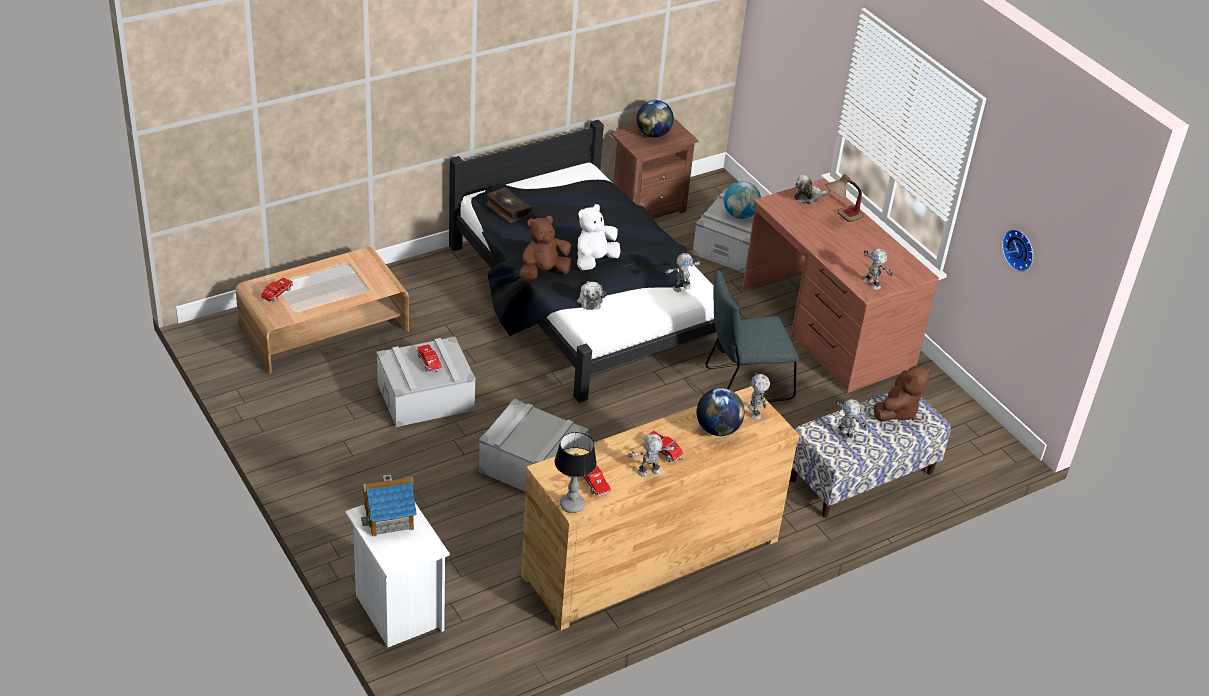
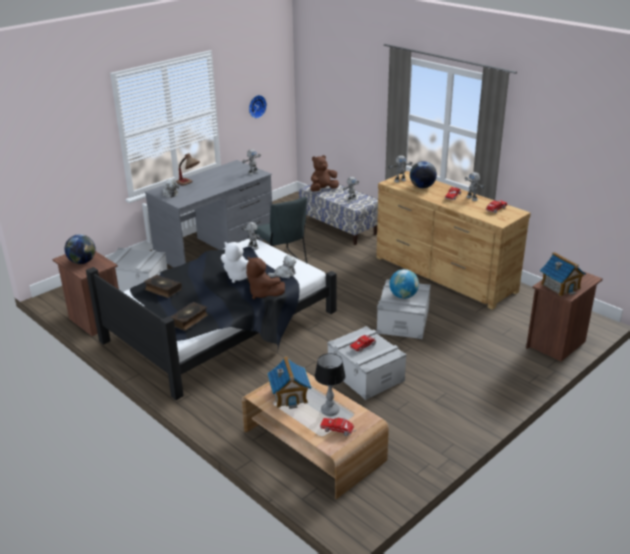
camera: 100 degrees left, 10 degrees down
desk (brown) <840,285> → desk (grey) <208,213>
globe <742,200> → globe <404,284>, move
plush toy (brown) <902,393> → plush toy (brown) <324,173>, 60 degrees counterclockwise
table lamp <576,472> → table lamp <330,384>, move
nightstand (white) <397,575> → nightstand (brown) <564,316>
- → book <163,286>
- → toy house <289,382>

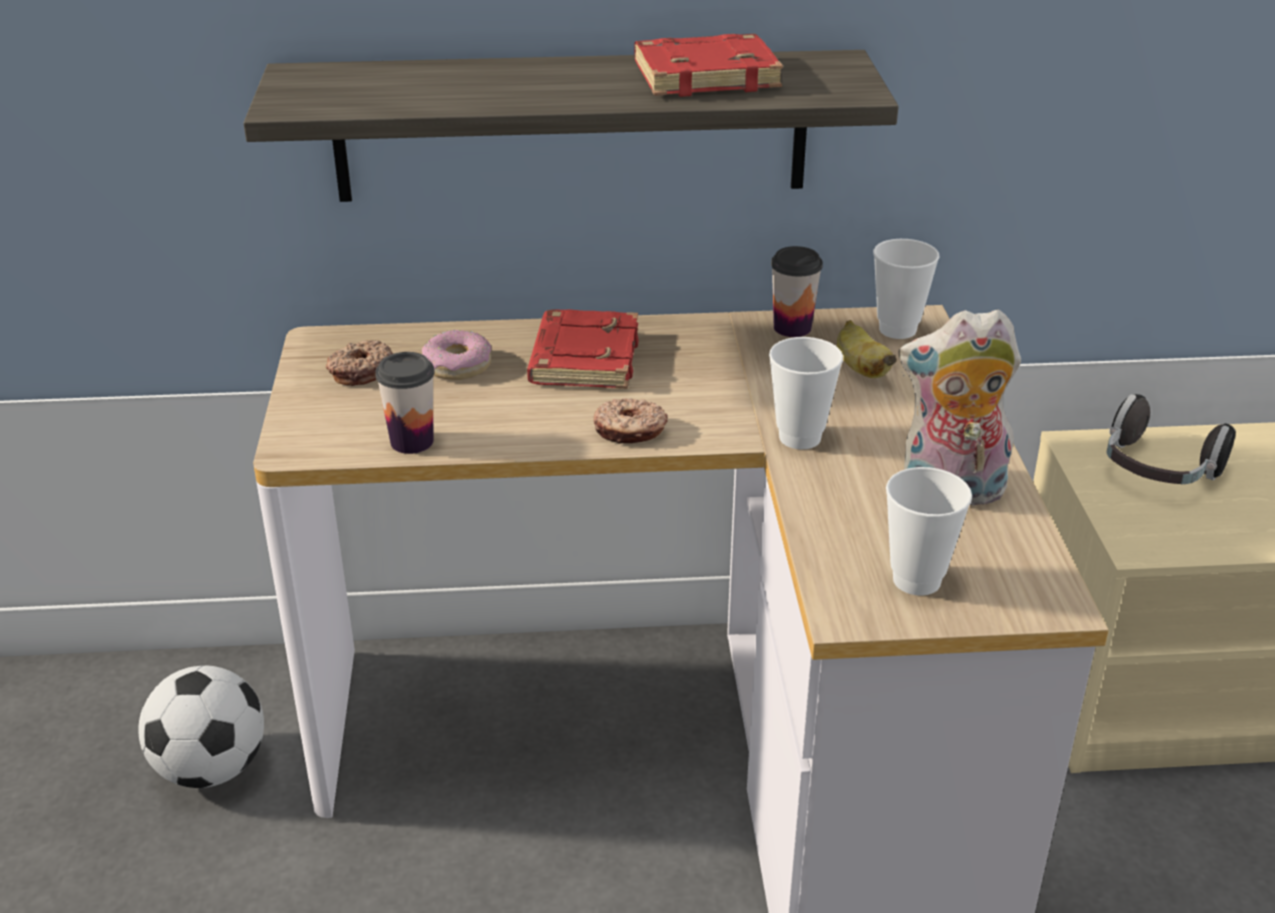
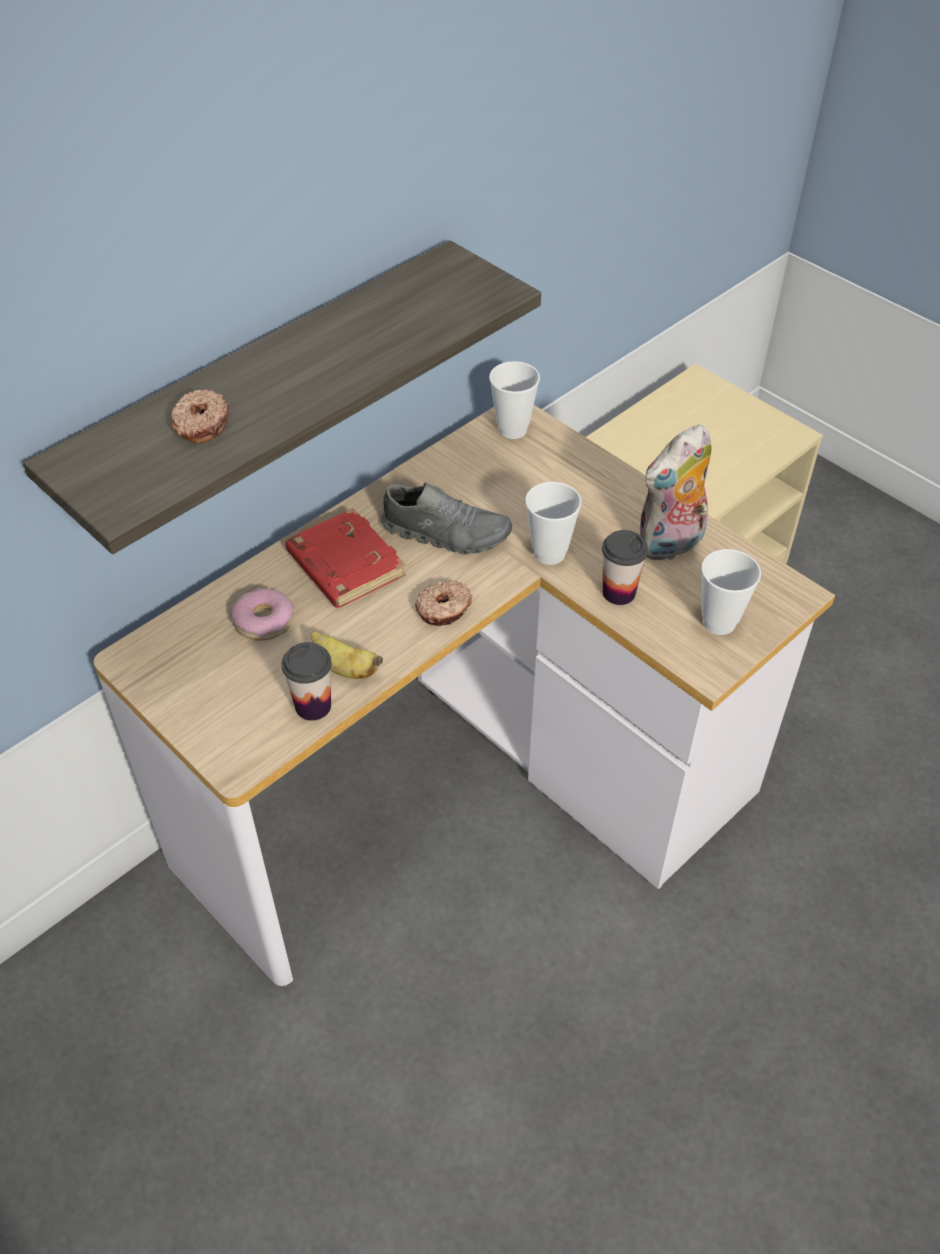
camera: 40 degrees left, 15 degrees up
book (red) <709,65> → -
cup <797,291> → cup <625,567>, move
banana <867,349> → banana <347,655>, move
donut <359,363> → donut <200,416>, move
headphones <1171,439> → -
football <201,727> → -
- → shoe (grey) <446,519>

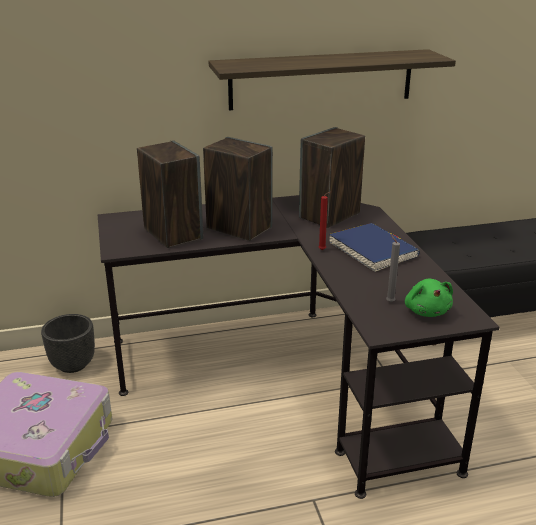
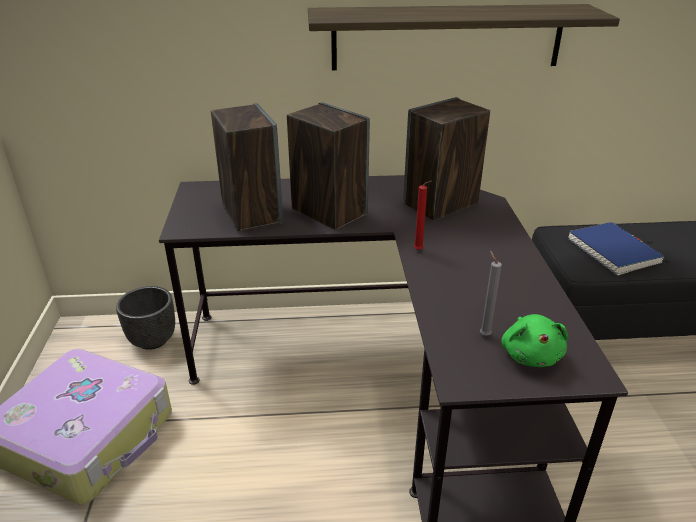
camera: 10 degrees right, 5 degrees up
book (blue) <374,247> → book (blue) <616,249>, move

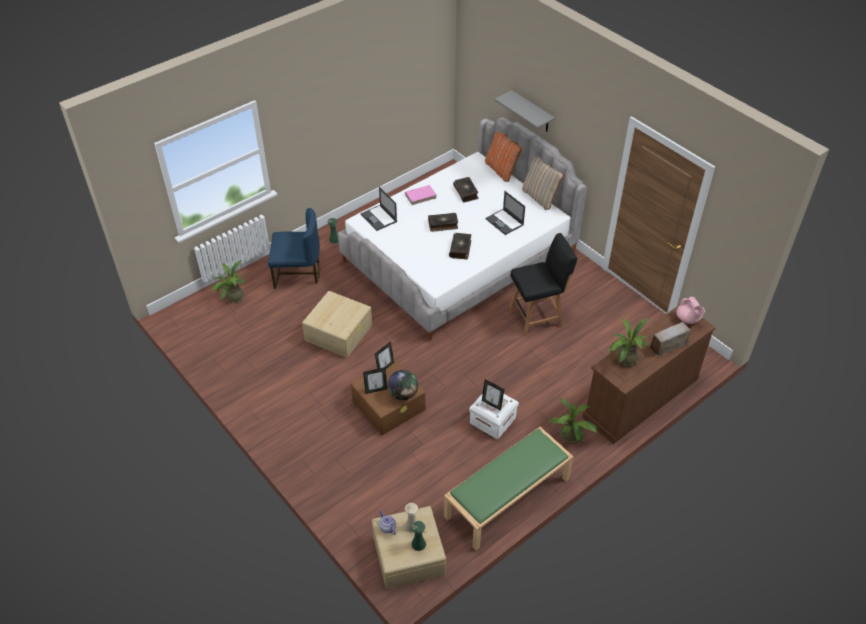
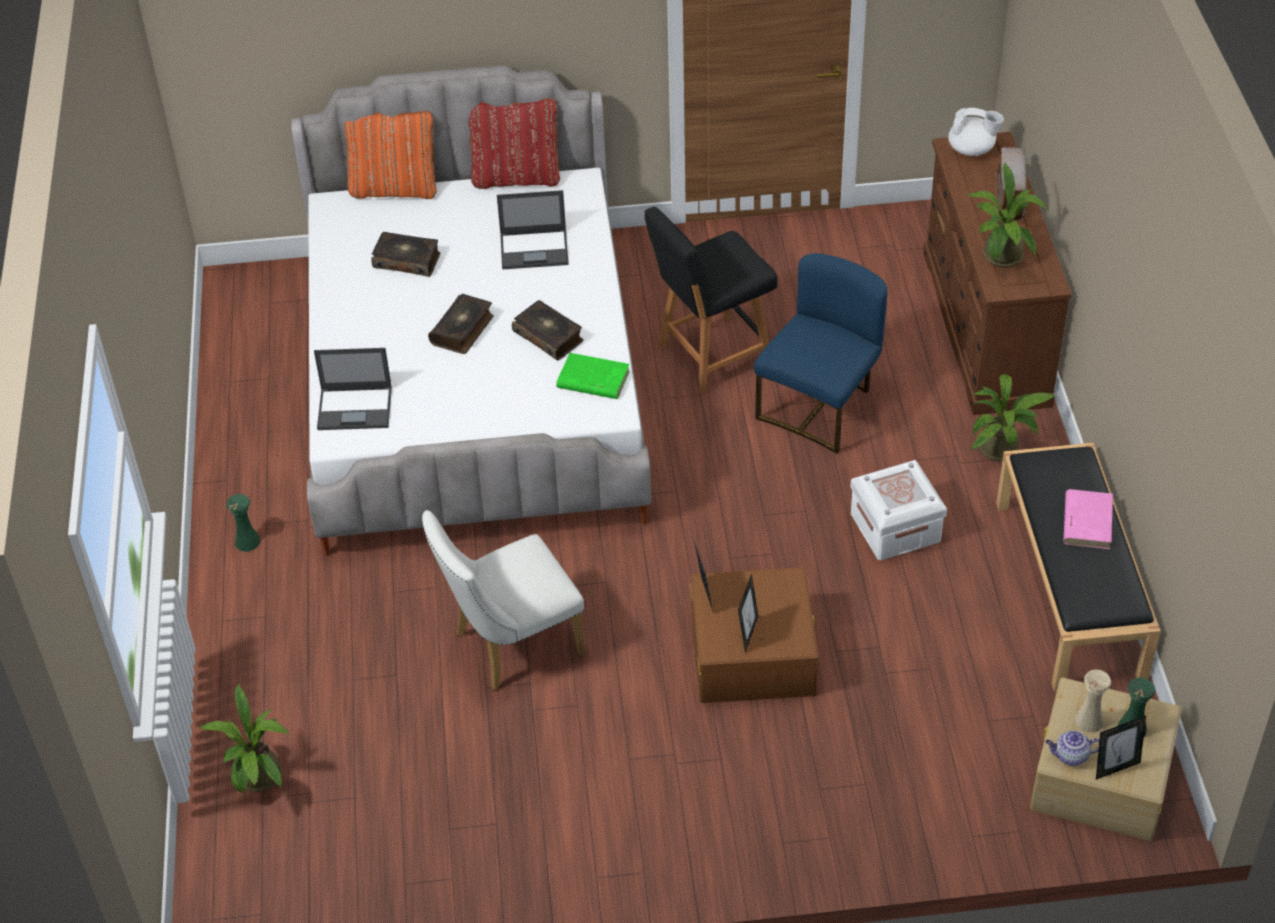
camera: 55 degrees left, 0 degrees up
shelf (grey) <524,111> → -
pillow (beige) <543,183> → pillow (red) <514,143>
book (pink) <420,195> → book (pink) <1088,519>, move
chair (blue) <294,248> → chair (blue) <821,353>, move
chair (black) <543,284> → chair (black) <711,301>, 135 degrees counterclockwise
storage box (beige) <337,324> → chair (white) <503,600>
teapot (pink) <690,310> → teapot (white) <976,132>
globe <403,385> → -
picture frame <493,395> → picture frame <1121,748>, move
bench (green) <509,488> → bench (black) <1079,567>
- → book (green) <593,376>

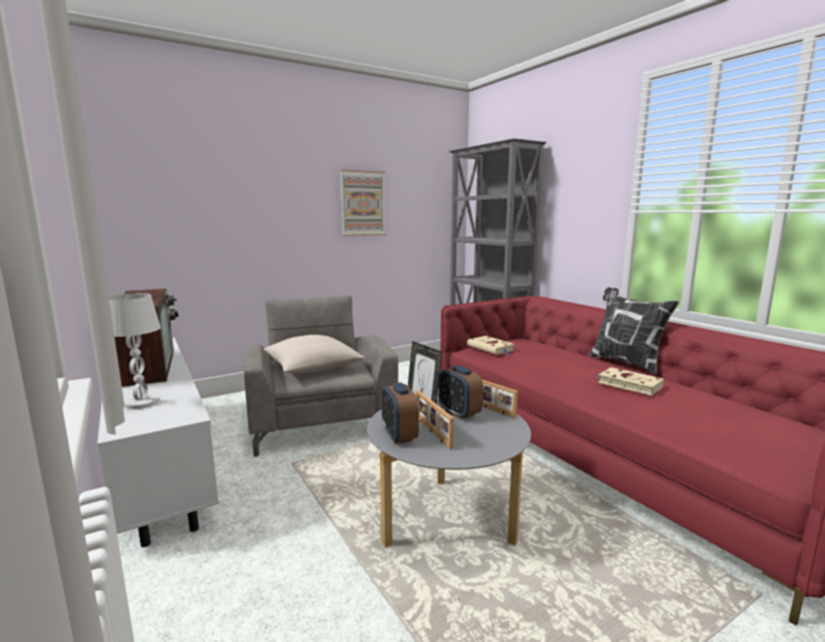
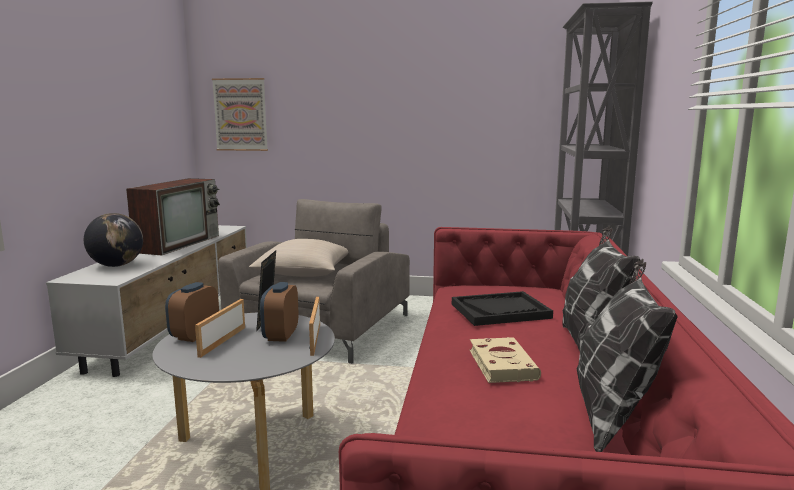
camera: 40 degrees right, 0 degrees up
picture <363,203> → picture <240,114>, move
table lamp (white) <135,351> → globe <113,240>
book (beige) <490,346> → -
- → pillow <627,355>
- → tray (black) <502,308>

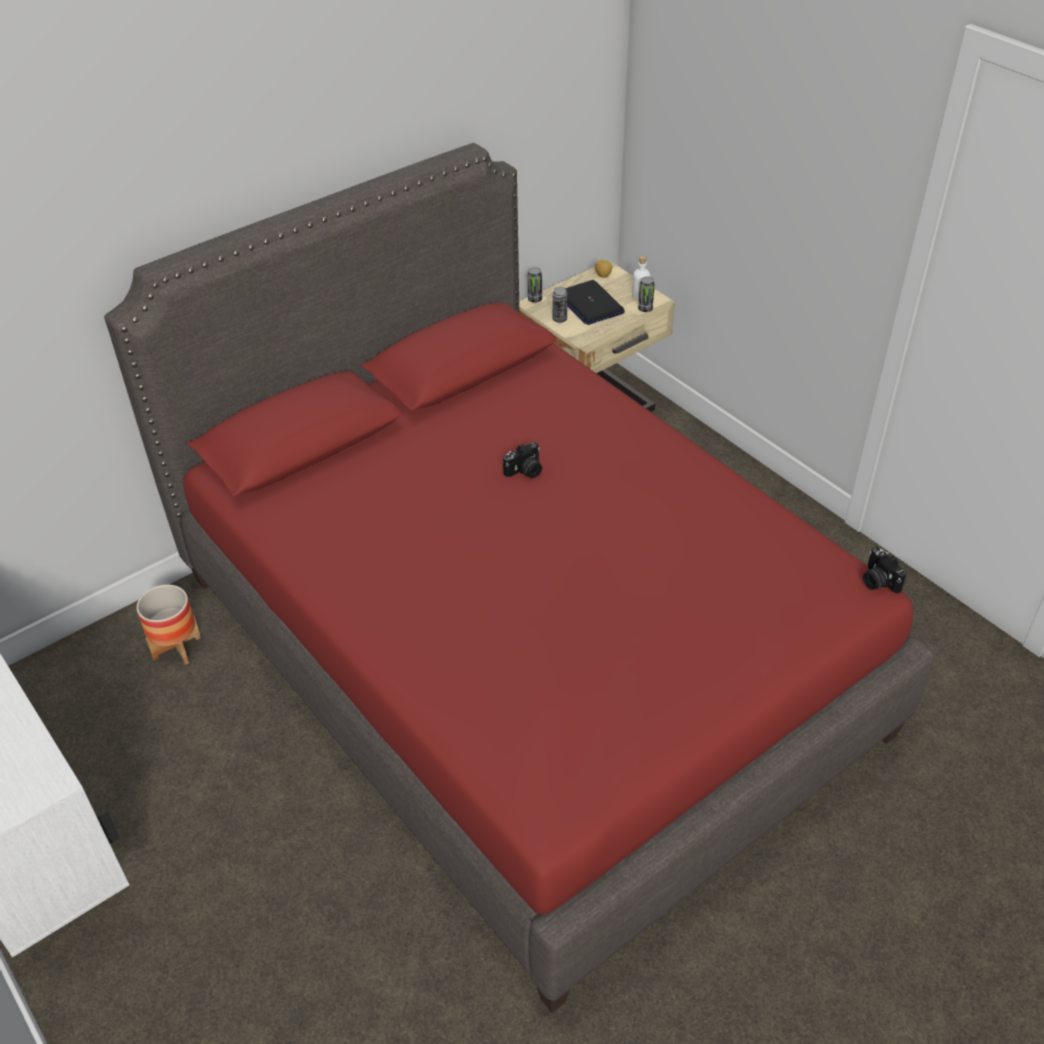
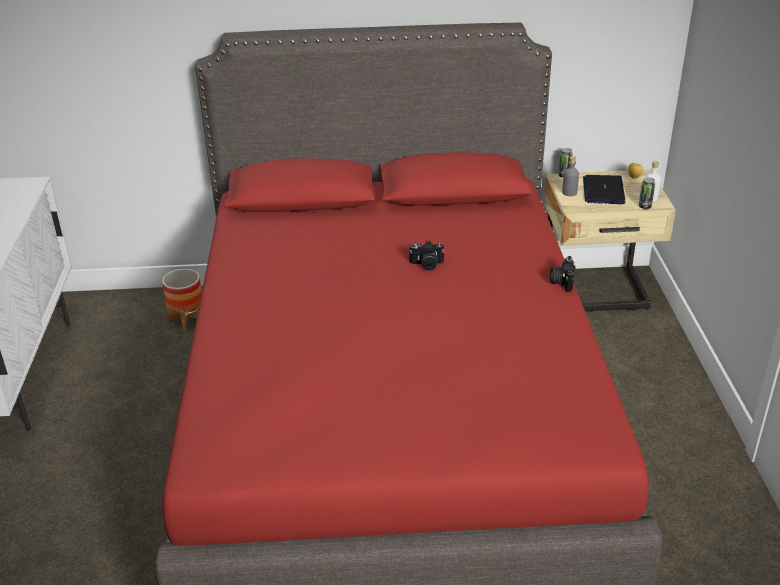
camera: 35 degrees right, 10 degrees down
can <560,305> → bottle (grey) <570,176>
photo camera <884,570> → photo camera <563,274>, move

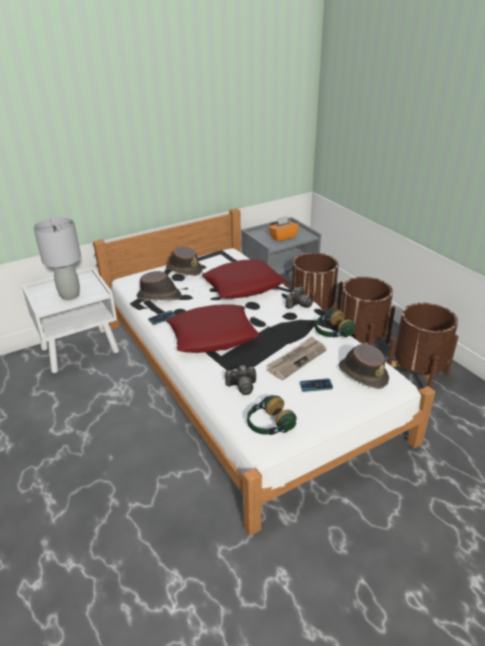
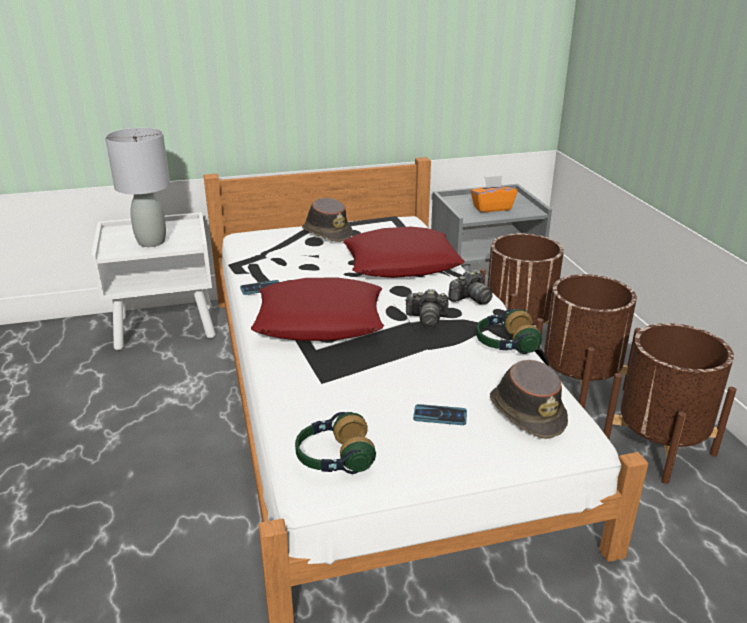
camera: 15 degrees right, 5 degrees down
hat (brown) <159,285> → -
newspaper <296,358> → -
photo camera <240,380> → photo camera <426,308>, move

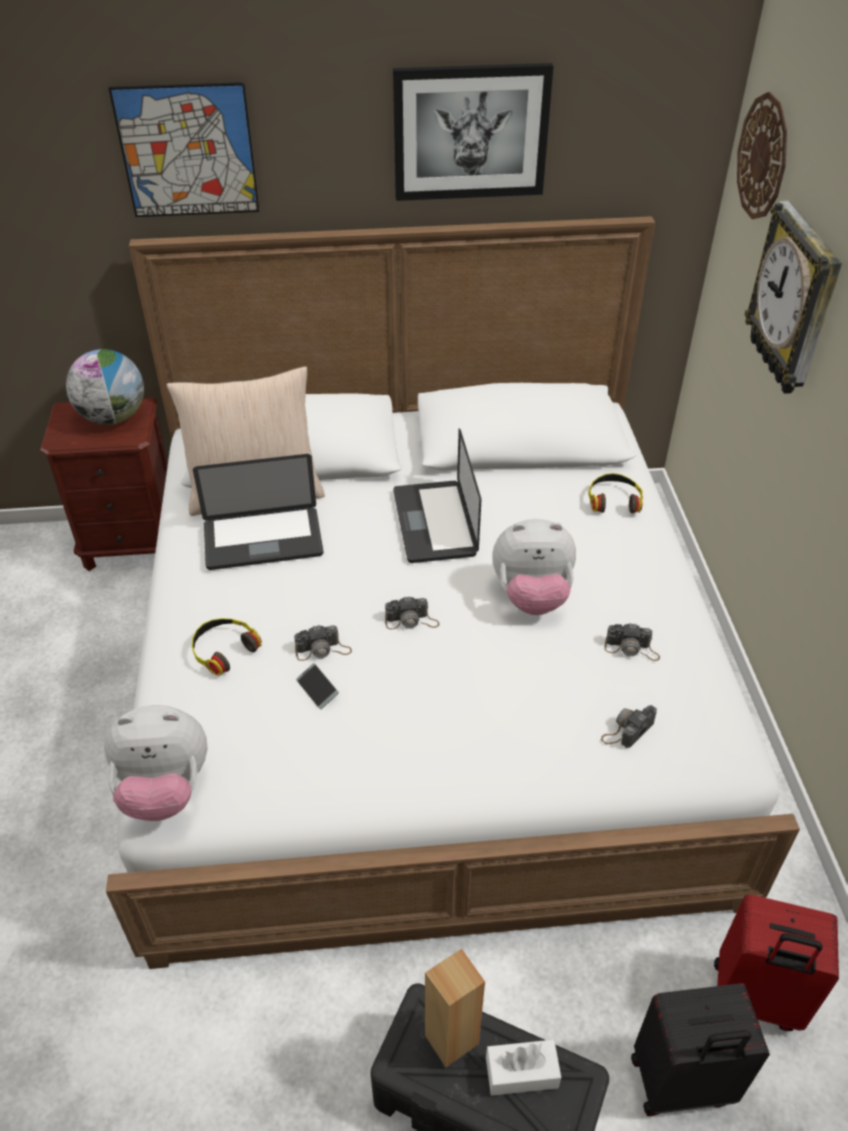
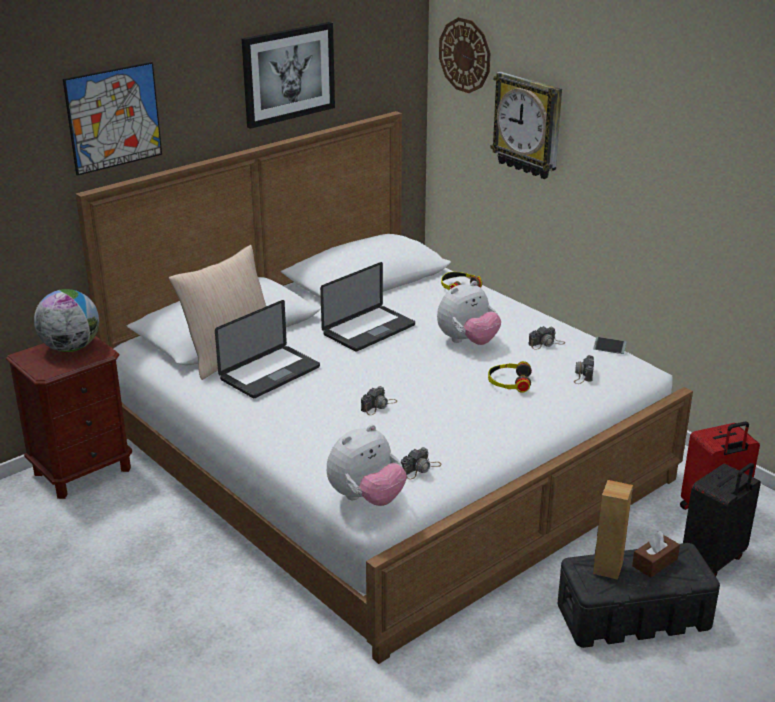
camera: 35 degrees left, 15 degrees down
laptop <437,495> → laptop <367,307>, 90 degrees counterclockwise
photo camera <412,612> → photo camera <421,463>, move
headphones <227,647> → headphones <510,377>, move
phone <317,686> → phone <610,345>, move
tissue box (white) <523,1068> → tissue box (brown) <656,554>

